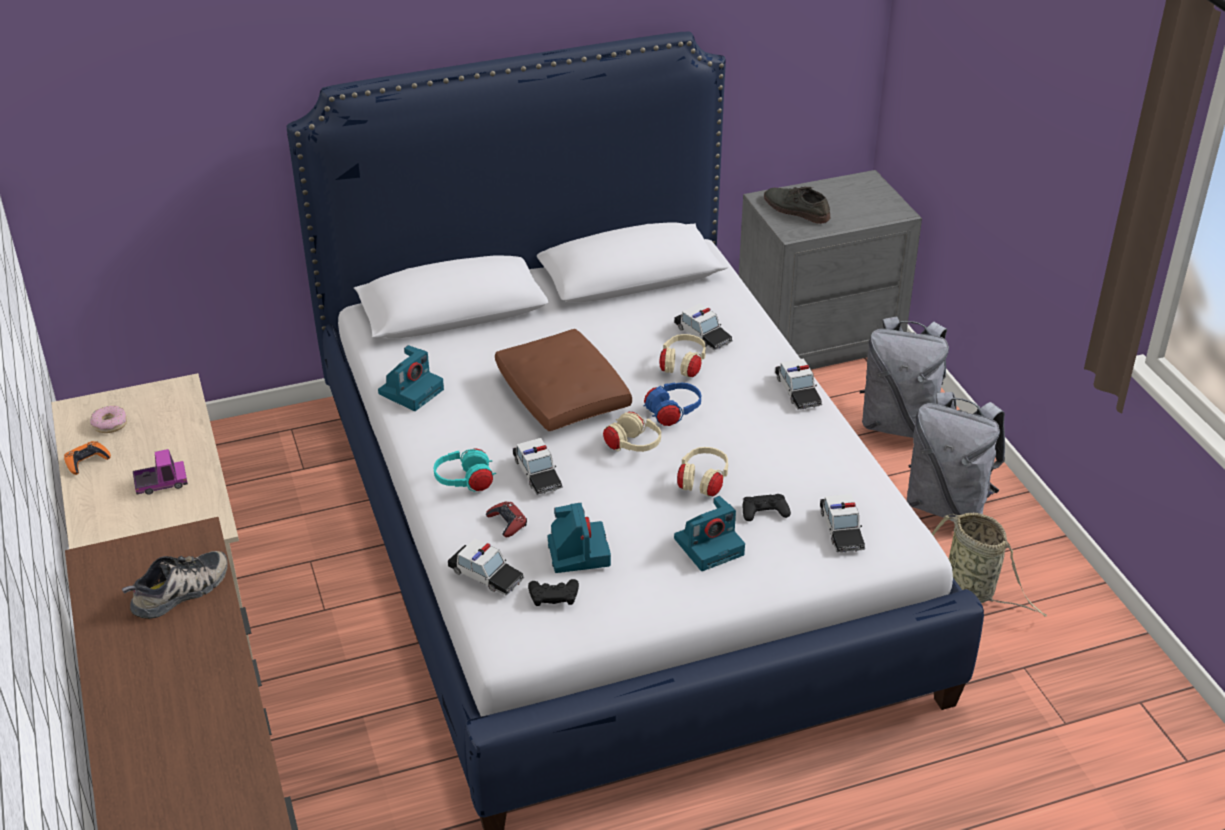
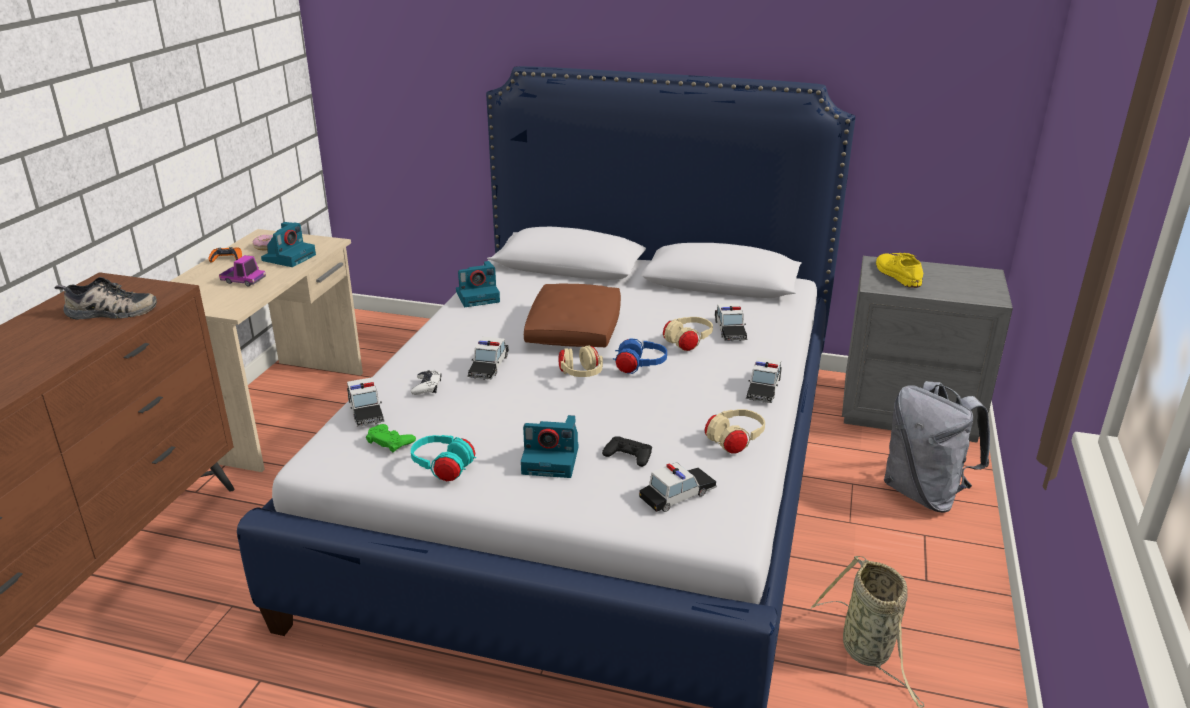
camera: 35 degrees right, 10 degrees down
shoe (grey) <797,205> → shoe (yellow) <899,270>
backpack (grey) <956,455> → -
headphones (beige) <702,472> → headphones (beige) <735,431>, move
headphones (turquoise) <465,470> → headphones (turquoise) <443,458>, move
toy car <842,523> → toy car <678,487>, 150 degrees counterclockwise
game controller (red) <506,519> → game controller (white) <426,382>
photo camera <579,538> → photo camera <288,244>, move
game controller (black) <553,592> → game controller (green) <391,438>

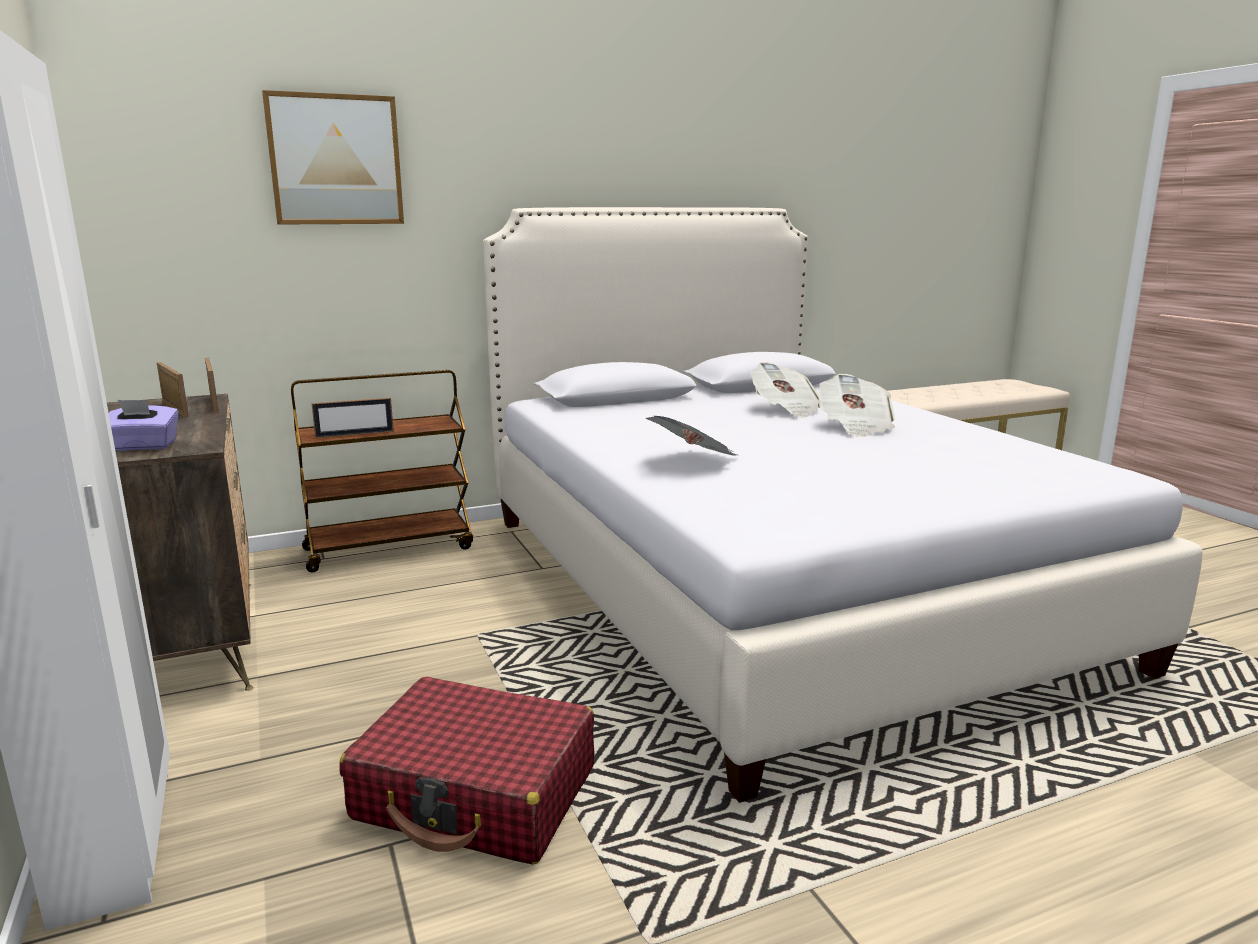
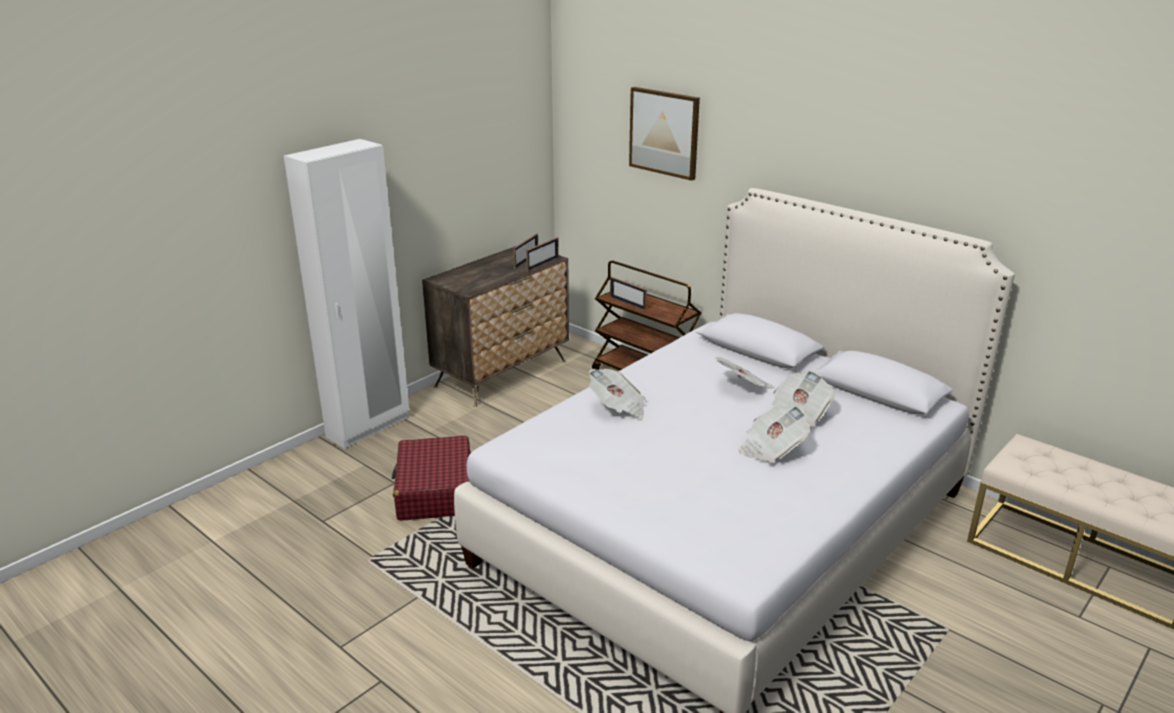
camera: 65 degrees right, 10 degrees up
tissue box (purple) <144,425> → -
- → newspaper <744,372>

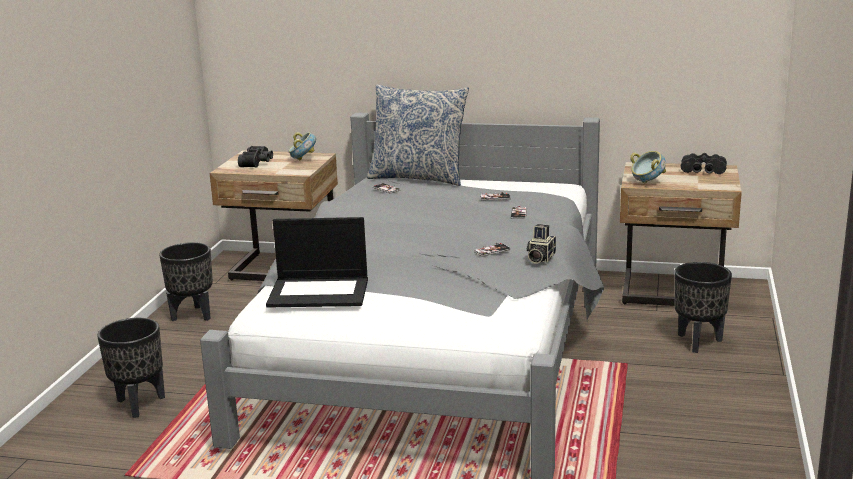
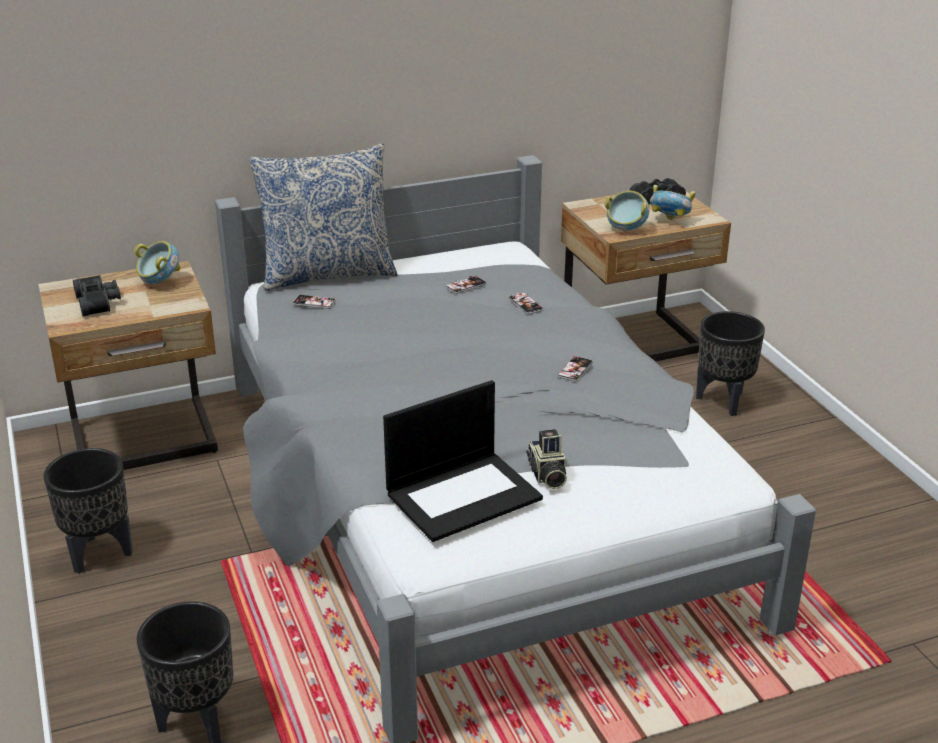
camera: 35 degrees left, 10 degrees up
photo camera <541,244> → photo camera <546,459>, move
- → bowl <673,202>

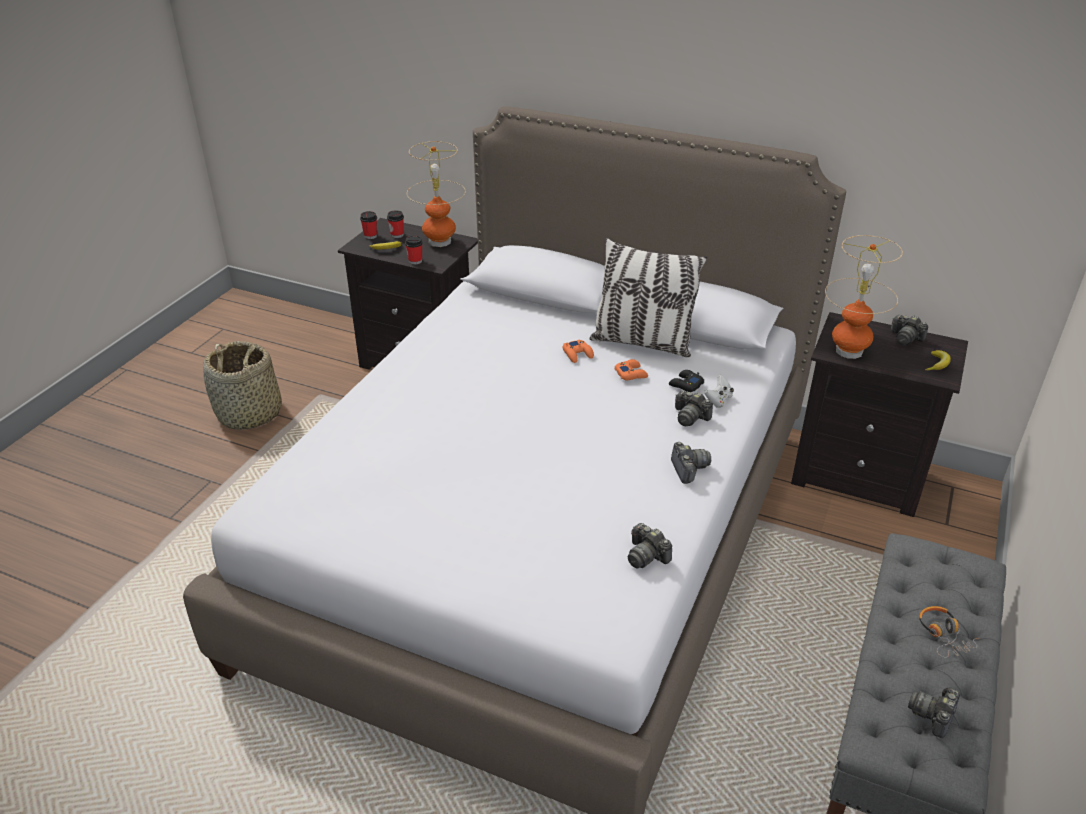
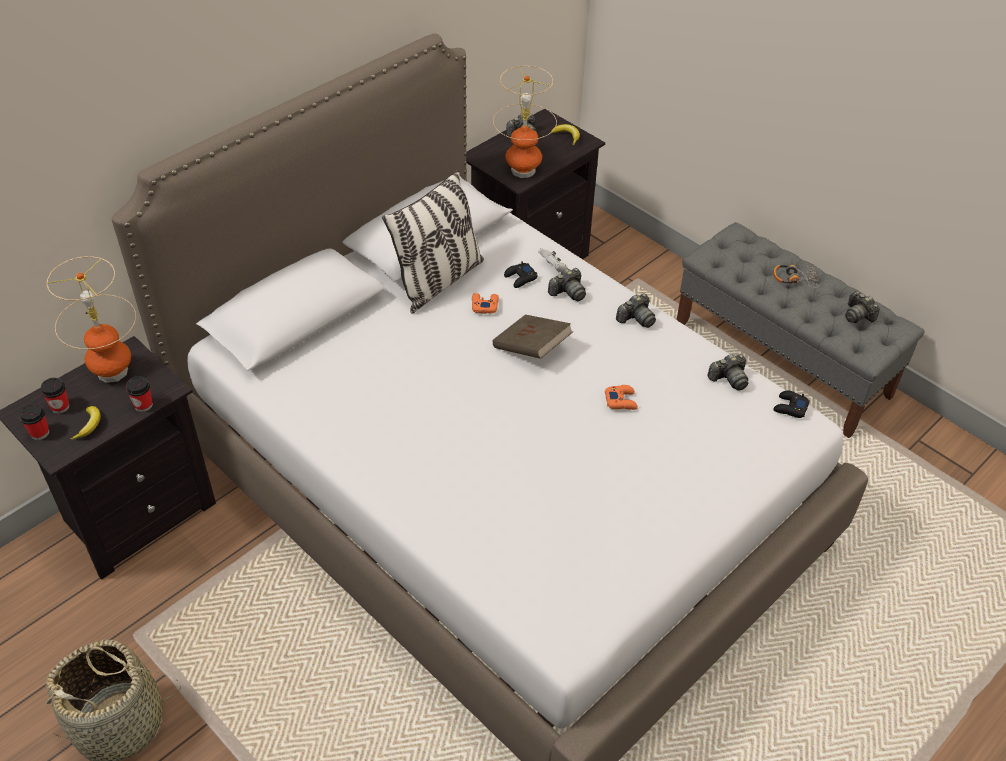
camera: 70 degrees left, 10 degrees up
game controller (orange) <578,351> → game controller (orange) <621,397>, move
photo camera <691,463> → photo camera <636,310>, 135 degrees clockwise
- → book (brown) <533,337>
- → game controller (black) <791,404>

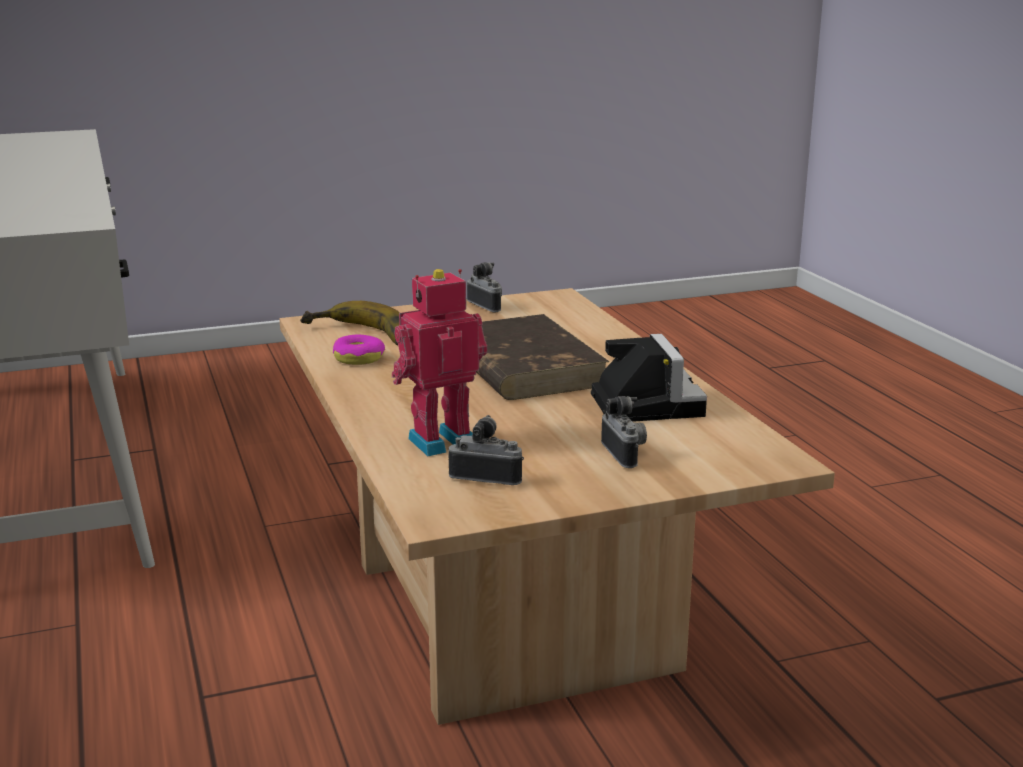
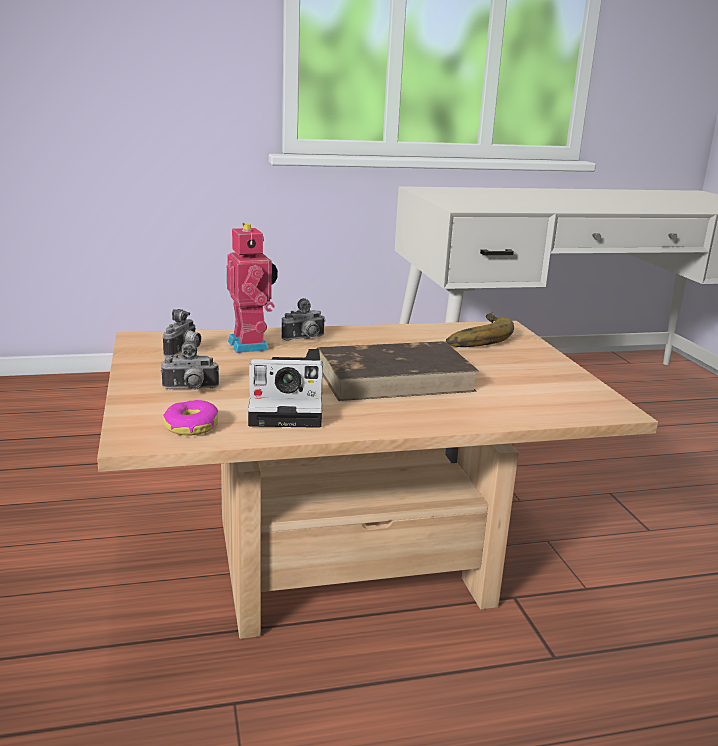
camera: 95 degrees right, 0 degrees up
photo camera <484,287> → photo camera <303,319>, move
donut <359,349> → donut <190,417>, move

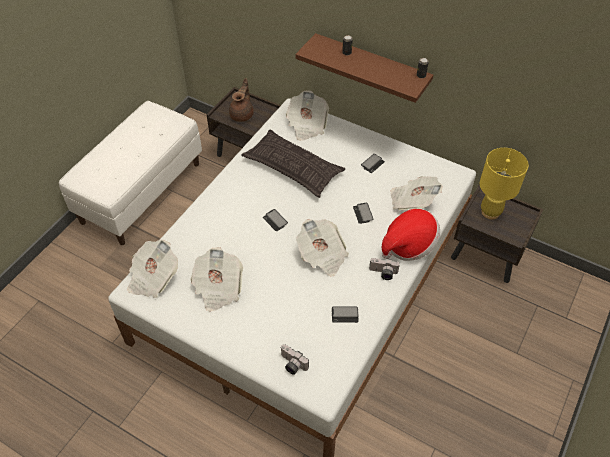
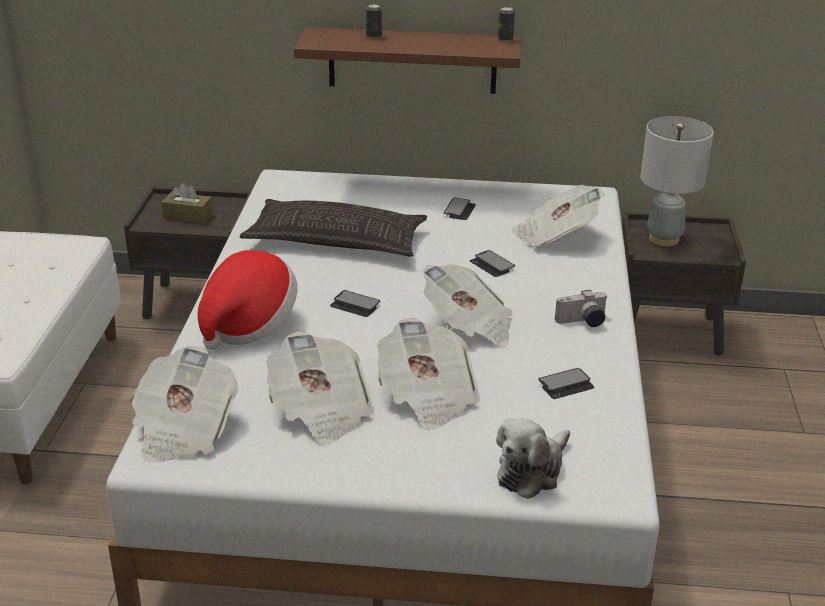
camera: 25 degrees left, 20 degrees down
teapot (brown) <241,100> → tissue box (brown) <187,203>
newspaper <307,115> → newspaper <427,373>, move
table lamp (yellow) <504,183> → table lamp (grey) <677,181>
hat <411,235> → hat <247,300>, move
photo camera <295,359> → plush toy <533,458>

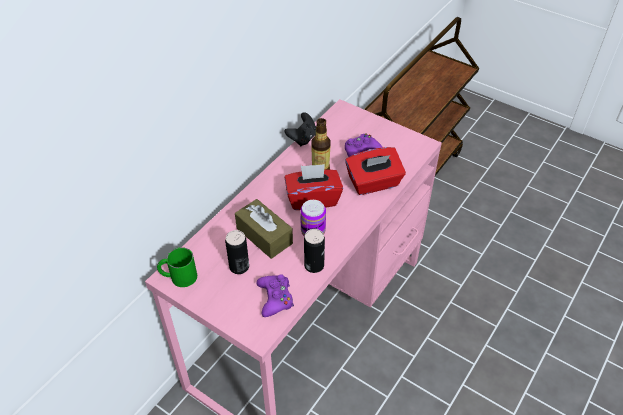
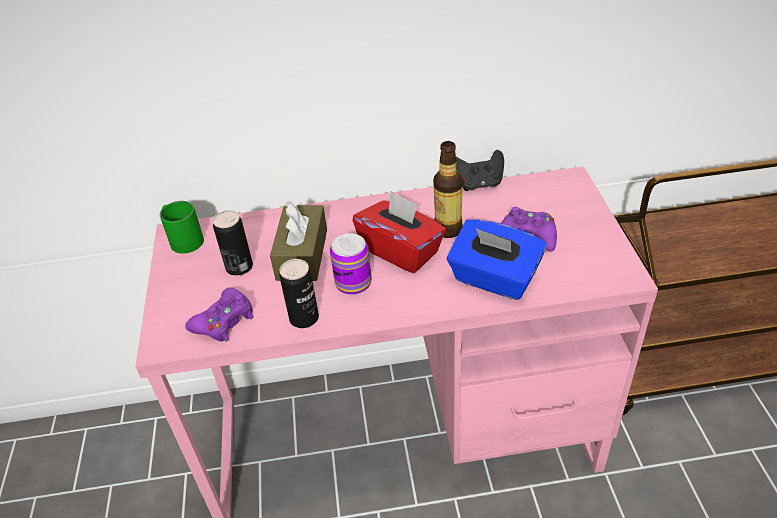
camera: 50 degrees right, 5 degrees down
tissue box (red) <375,171> → tissue box (blue) <497,259>

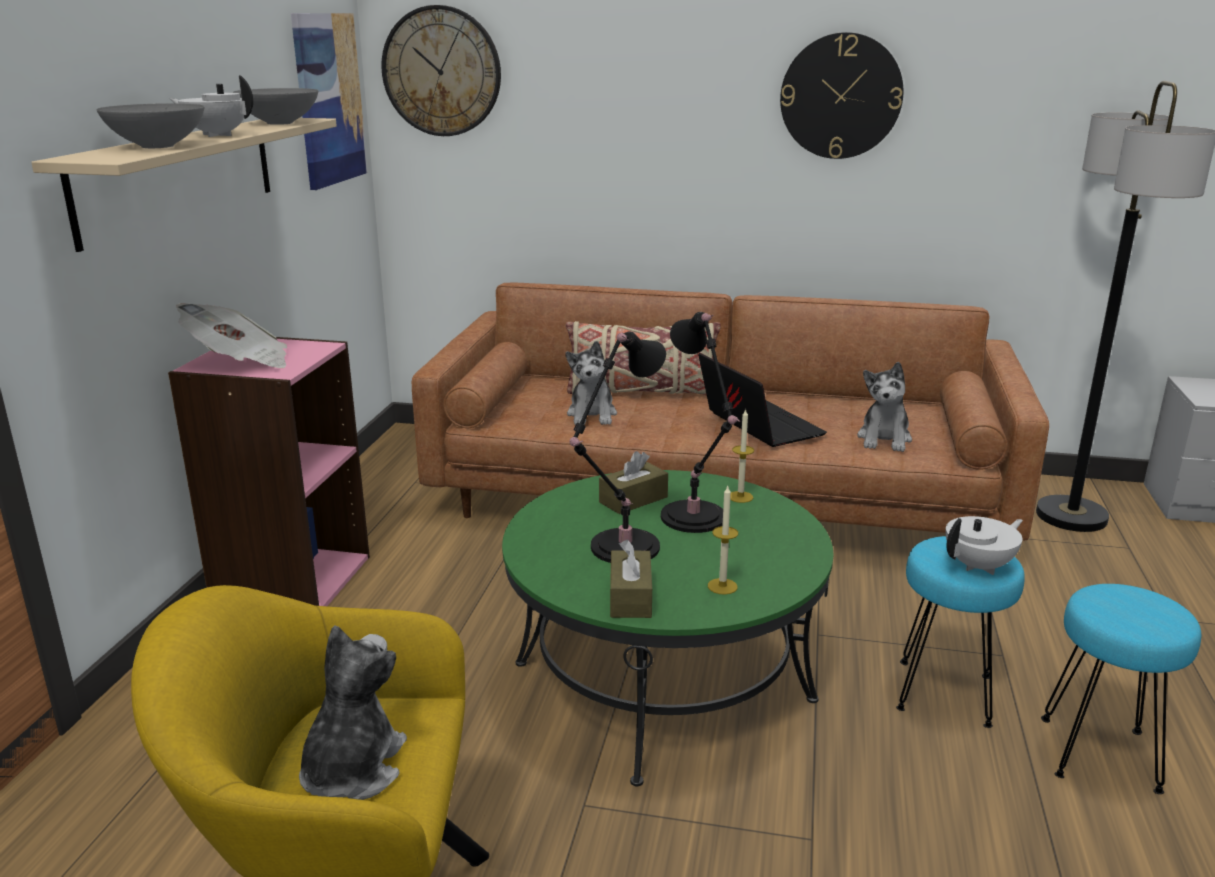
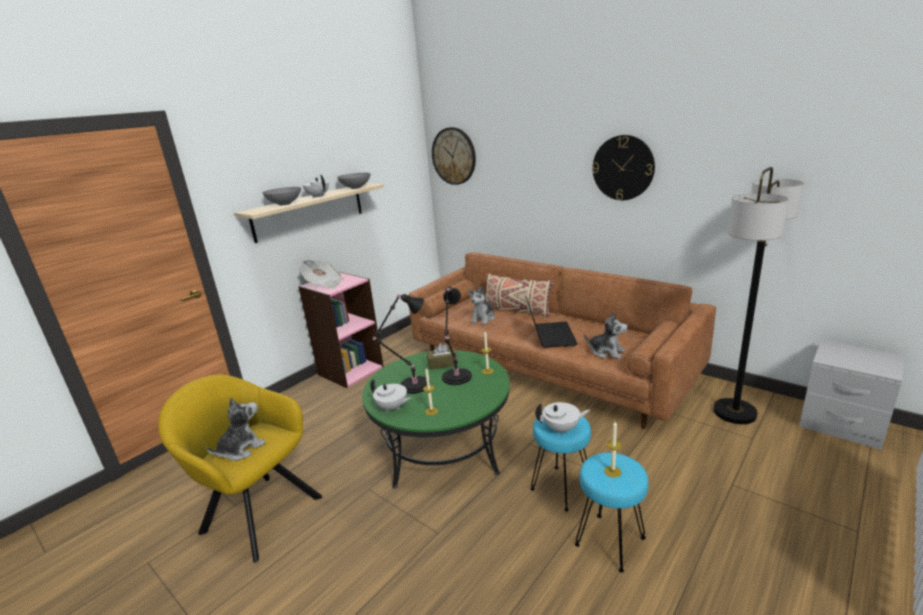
camera: 30 degrees right, 0 degrees up
picture <329,101> → -
plush toy <884,407> → plush toy <606,335>, 105 degrees counterclockwise
tissue box (brown) <631,578> → teapot (white) <391,395>
- → candle <613,449>

